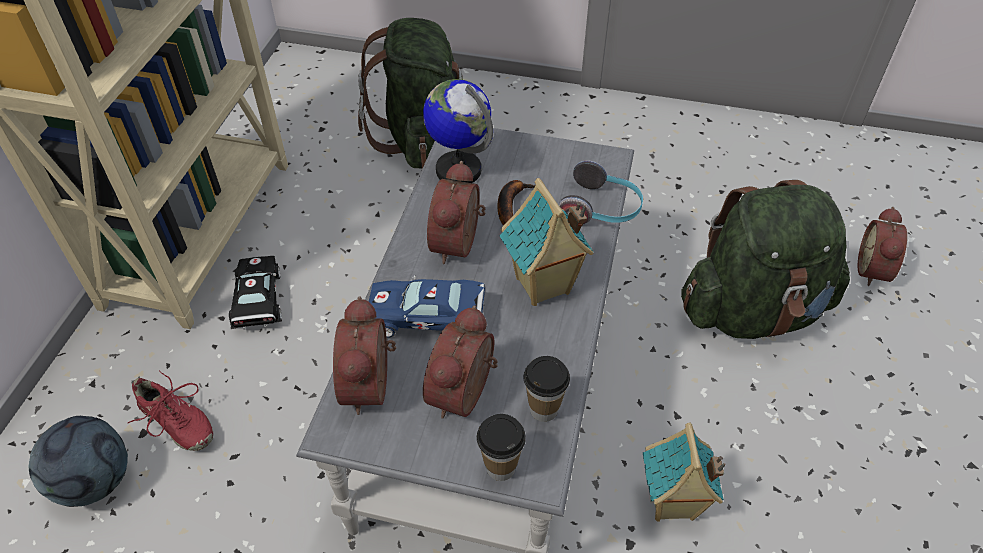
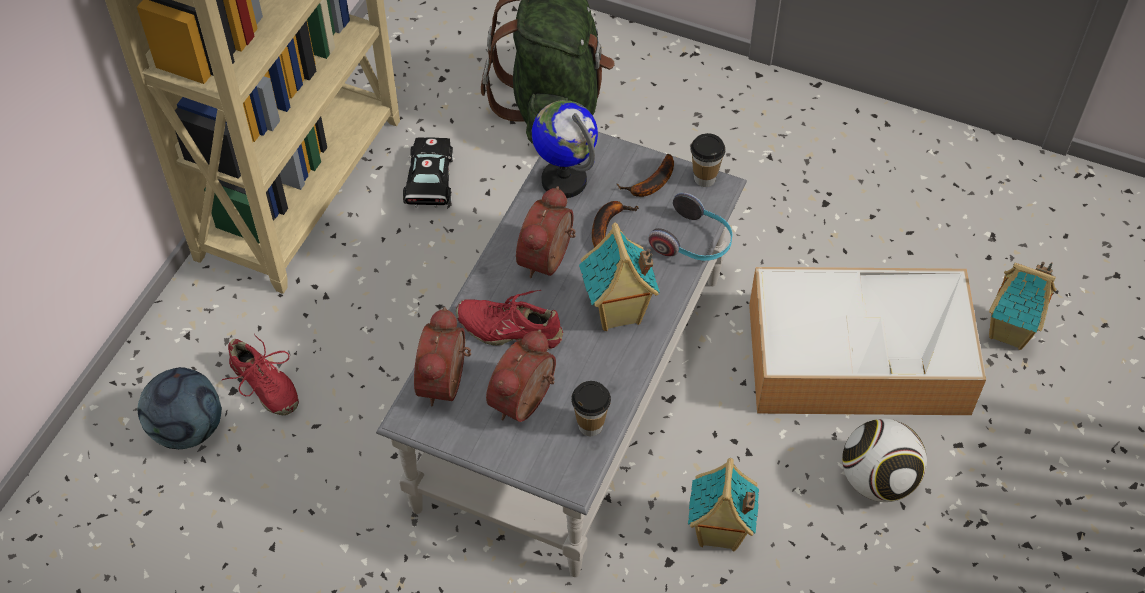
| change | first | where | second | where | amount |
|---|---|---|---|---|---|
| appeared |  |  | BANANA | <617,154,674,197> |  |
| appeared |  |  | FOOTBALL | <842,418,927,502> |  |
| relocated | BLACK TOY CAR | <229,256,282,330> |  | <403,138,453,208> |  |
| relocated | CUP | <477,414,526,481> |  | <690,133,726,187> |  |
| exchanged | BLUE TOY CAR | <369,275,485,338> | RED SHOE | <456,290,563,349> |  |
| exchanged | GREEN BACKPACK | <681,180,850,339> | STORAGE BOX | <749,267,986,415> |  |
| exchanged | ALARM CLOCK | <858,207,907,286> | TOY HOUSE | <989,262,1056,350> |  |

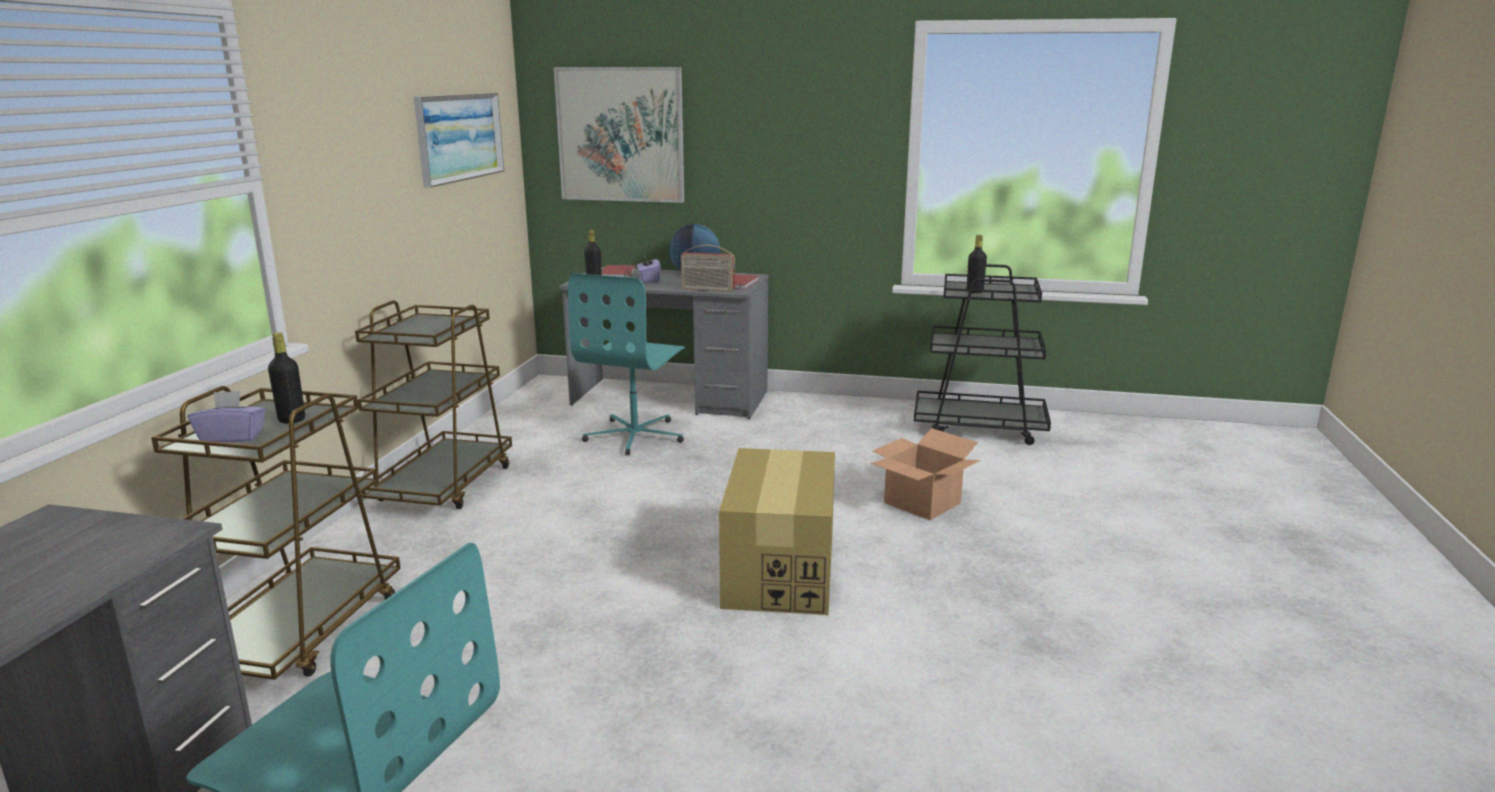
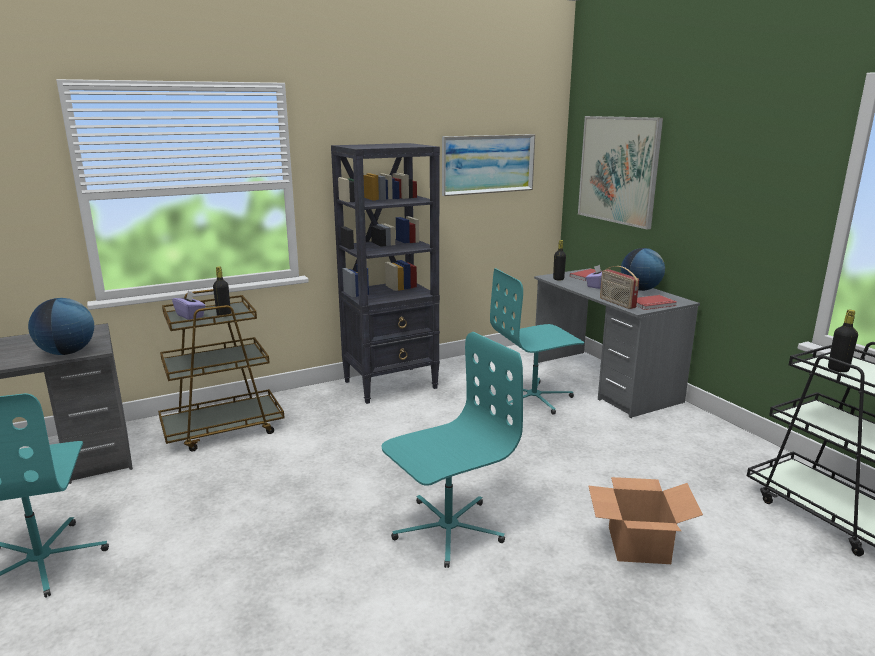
| change | first | where | second | where | amount |
|---|---|---|---|---|---|
| appeared |  |  | GLOBE | <28,298,94,355> |  |
| exchanged | BROWN CART | <355,300,512,509> | BLACK BOOKCASE | <331,143,440,404> |  |
| exchanged | CARDBOARD BOX | <719,448,835,615> | TURQUOISE OFFICE CHAIR | <381,332,523,568> |  |

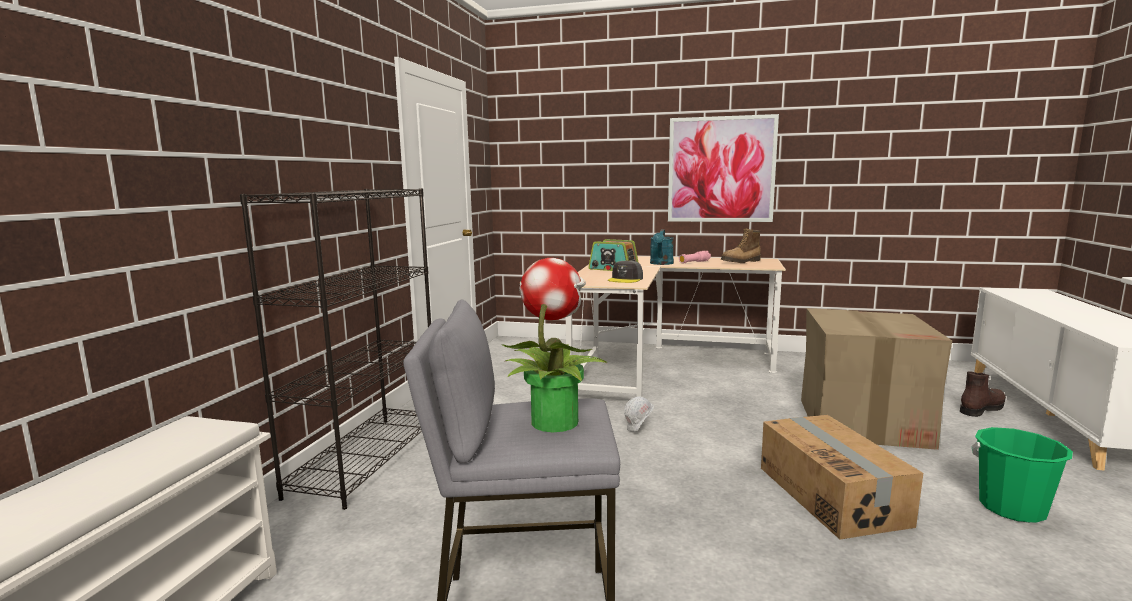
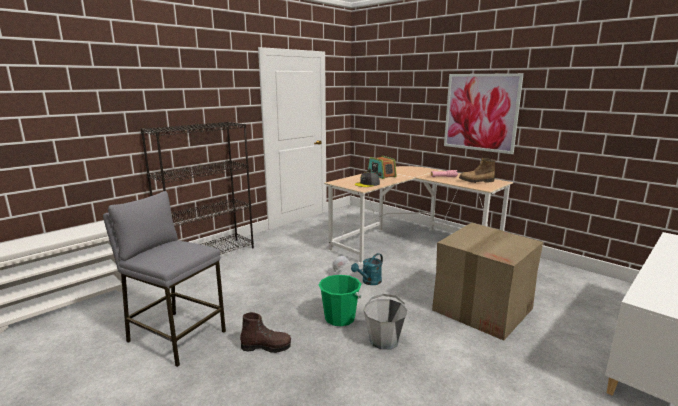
| change | first | where | second | where | amount |
|---|---|---|---|---|---|
| missing | POTTED PLANT | <501,258,607,433> |  |  |  |
| relocated | TURQUOISE WATERING CAN | <650,230,674,265> |  | <351,253,383,285> |  |
| relocated | BROWN BOOT | <960,371,1006,417> |  | <240,312,291,353> |  |
| relocated | GREEN BUCKET | <972,427,1073,523> |  | <319,275,362,327> |  |
| exchanged | CARDBOARD BOX | <761,415,923,540> | GREY BUCKET | <364,294,407,350> |  |

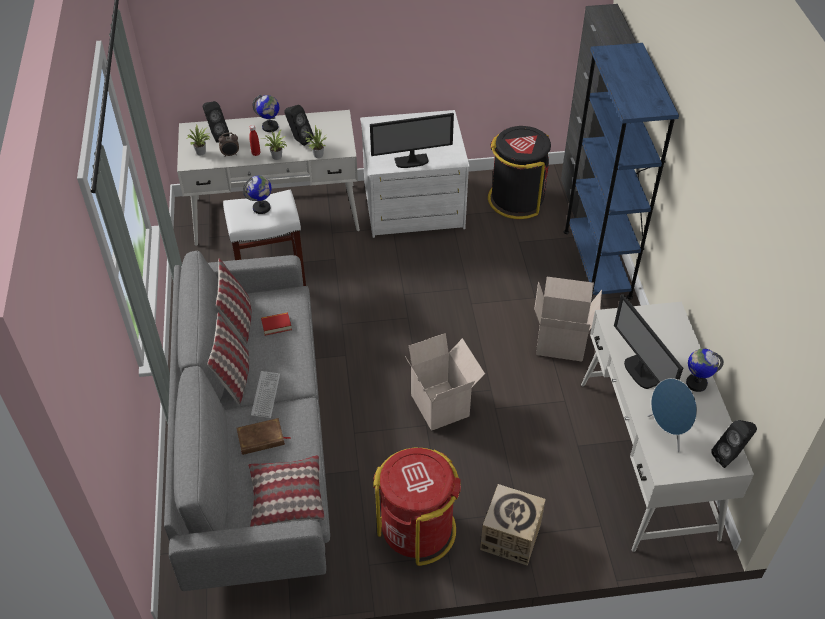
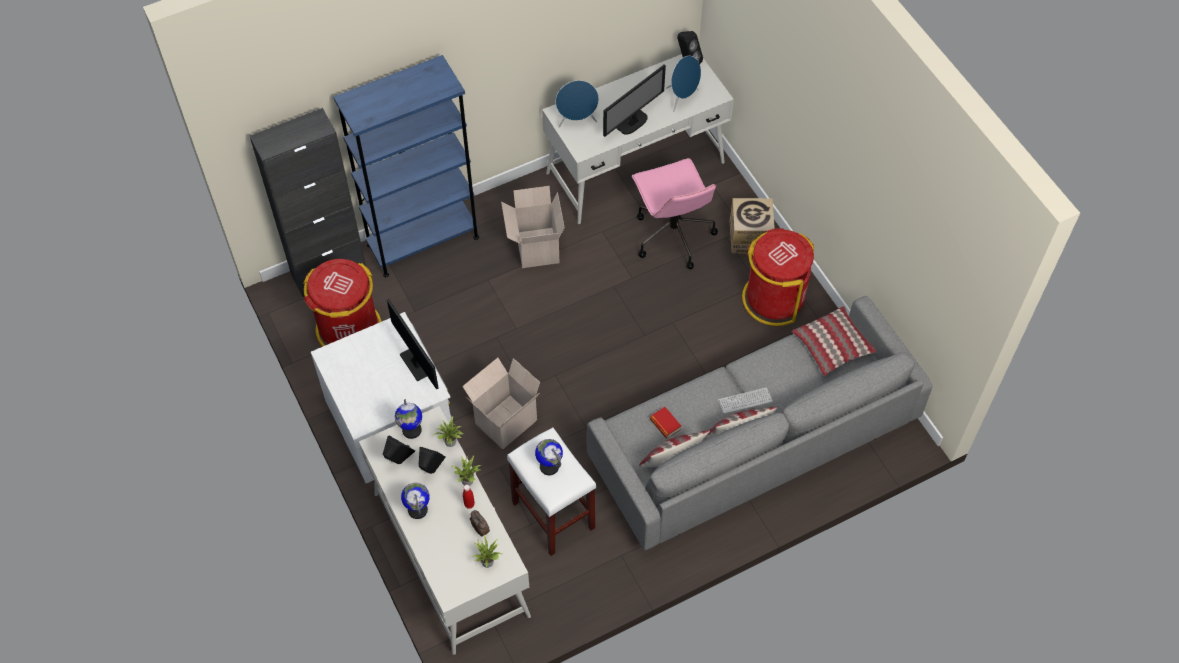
| change | first | where | second | where | amount |
|---|---|---|---|---|---|
| missing | BROWN BOOK | <236,418,291,455> |  |  |  |
| appeared |  |  | BLUE SPEAKER | <556,80,599,128> |  |
| appeared |  |  | PINK OFFICE CHAIR | <632,158,718,269> |  |
| relocated | BLACK SPEAKER | <203,101,230,143> |  | <383,436,415,464> |  |
| relocated | CARDBOARD BOX | <405,333,485,431> |  | <462,358,540,449> |  |
| relocated | GLOBE | <686,348,724,392> |  | <395,399,422,439> |  |
| colour | BLACK TRASH CAN | <488,126,551,219> | RED TRASH CAN | <303,259,381,347> |  |

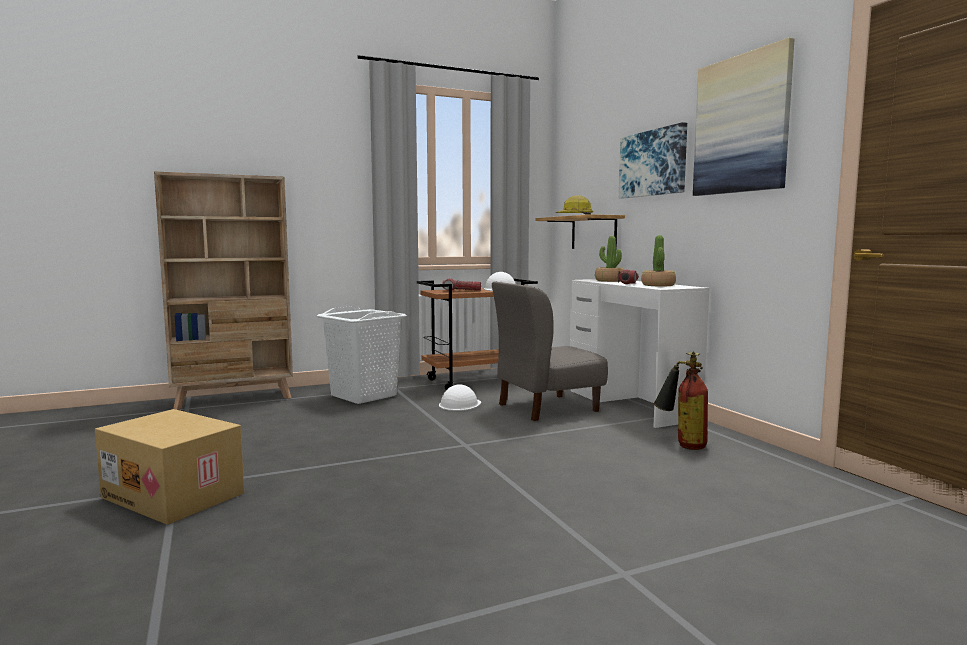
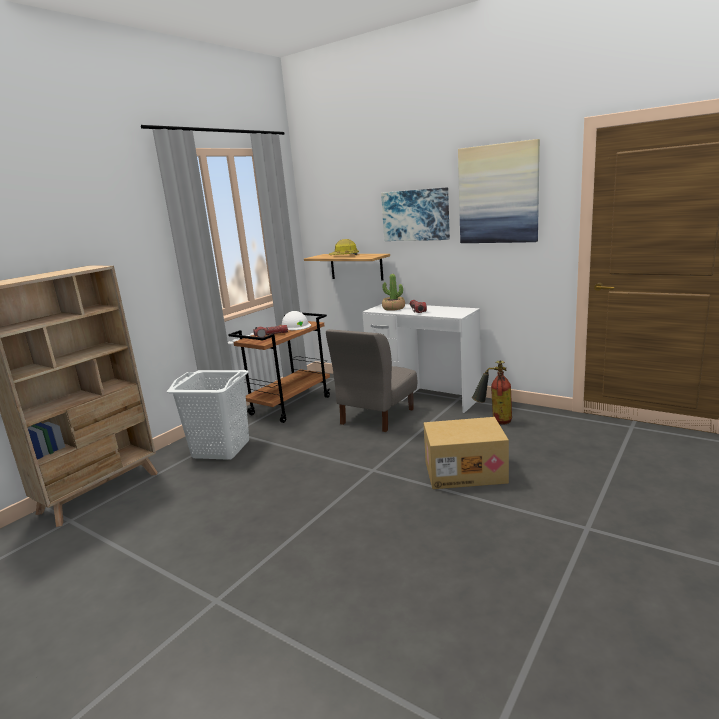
| change | first | where | second | where | amount |
|---|---|---|---|---|---|
| missing | WHITE HARD HAT | <439,384,481,411> |  |  |  |
| missing | POTTED PLANT | <641,235,676,286> |  |  |  |
| relocated | CARDBOARD BOX | <95,409,244,525> |  | <424,417,509,489> |  |

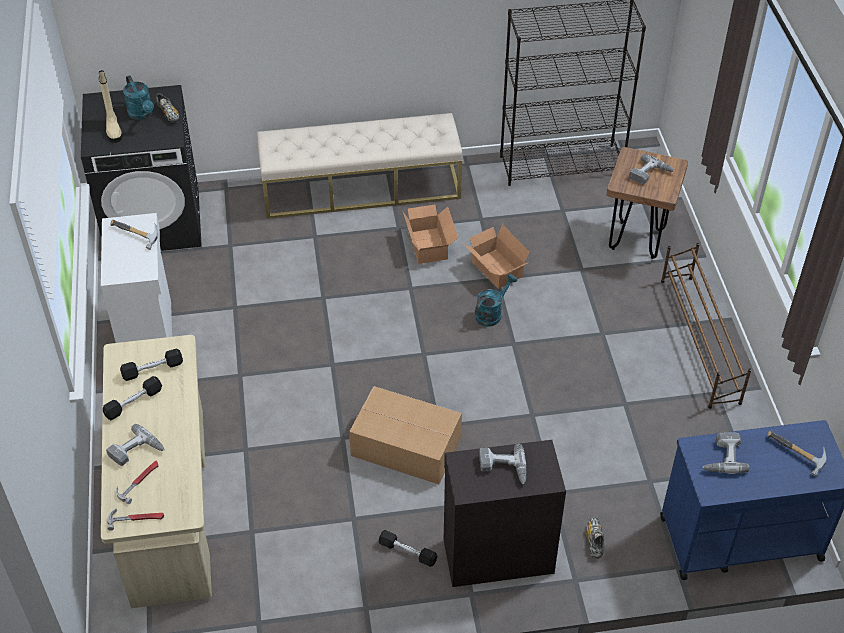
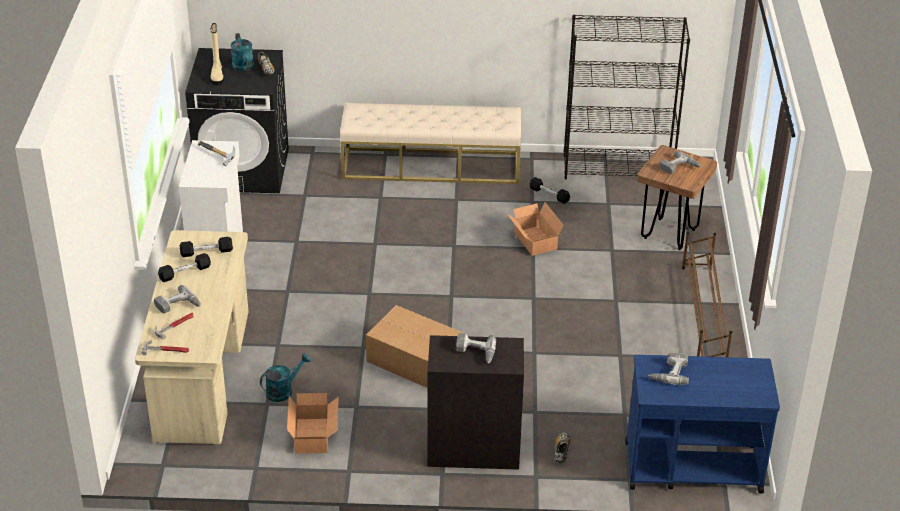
| change | first | where | second | where | amount |
|---|---|---|---|---|---|
| missing | HAMMER | <767,431,827,476> |  |  |  |
| relocated | BLACK DUMBBELL | <379,530,437,567> |  | <530,177,570,204> |  |
| relocated | CARDBOARD BOX | <403,205,458,264> |  | <287,393,339,454> |  |
| relocated | TURQUOISE WATERING CAN | <475,274,517,327> |  | <260,353,311,402> |  |

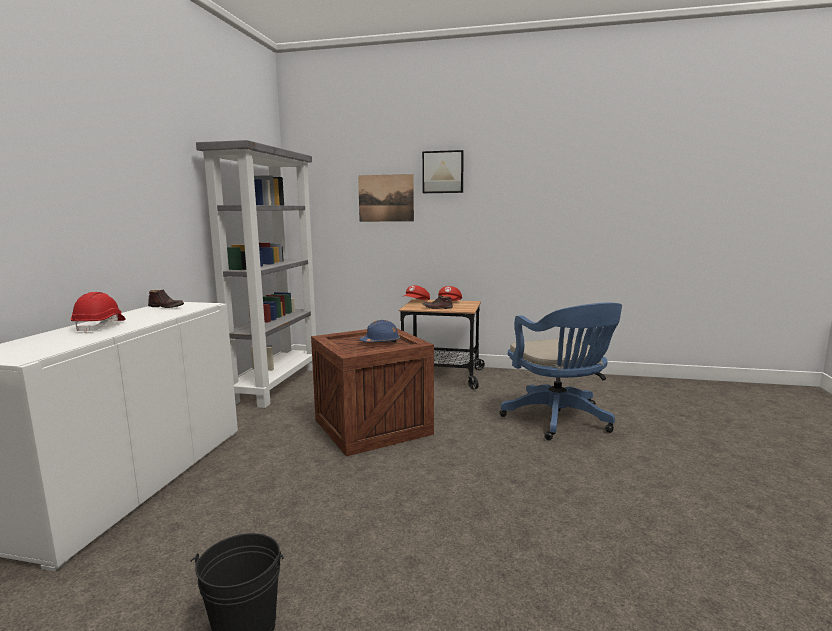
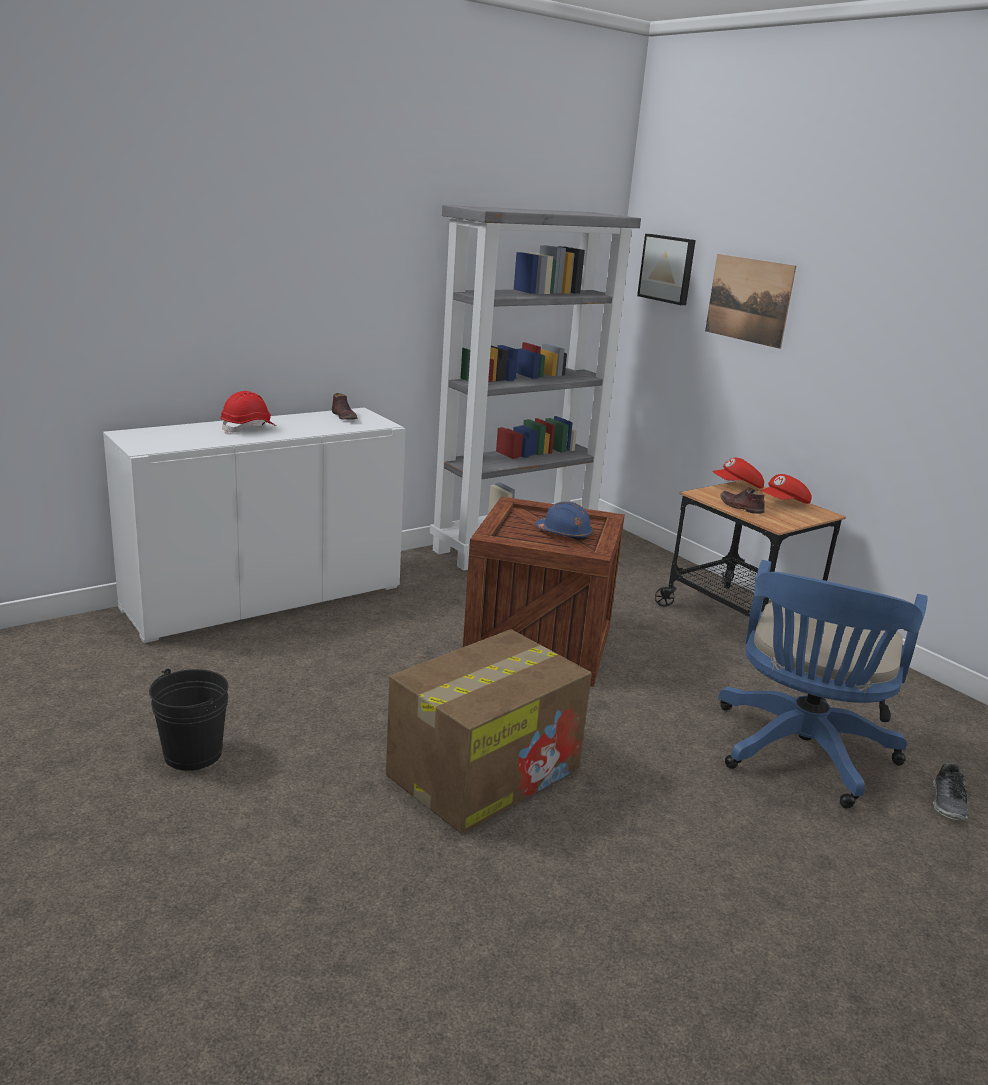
| change | first | where | second | where | amount |
|---|---|---|---|---|---|
| appeared |  |  | CARDBOARD BOX | <386,629,592,834> |  |
| appeared |  |  | SHOE | <933,763,969,820> |  |
| relocated | PICTURE | <422,150,464,193> |  | <637,234,696,305> |  |

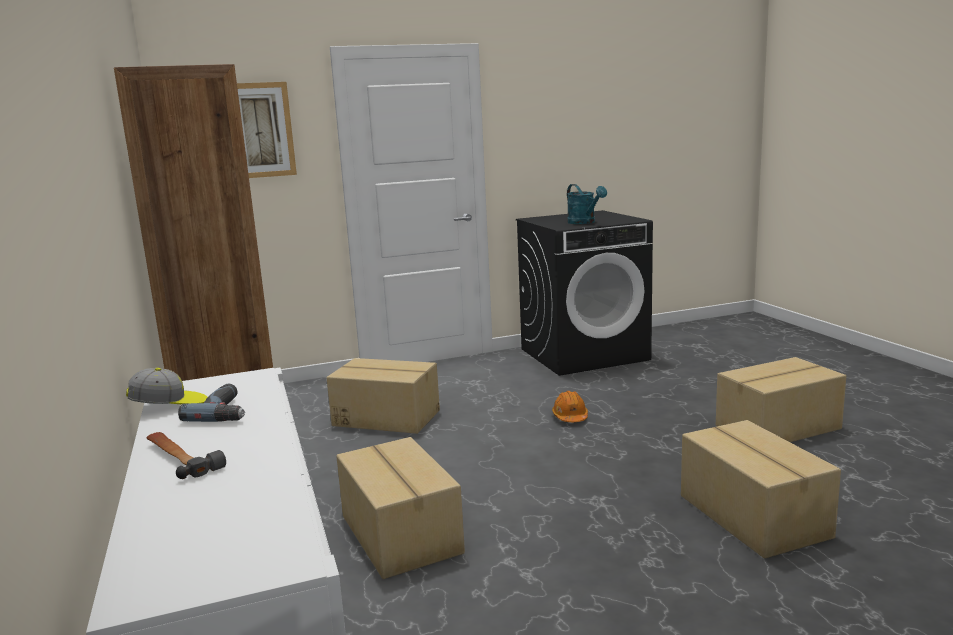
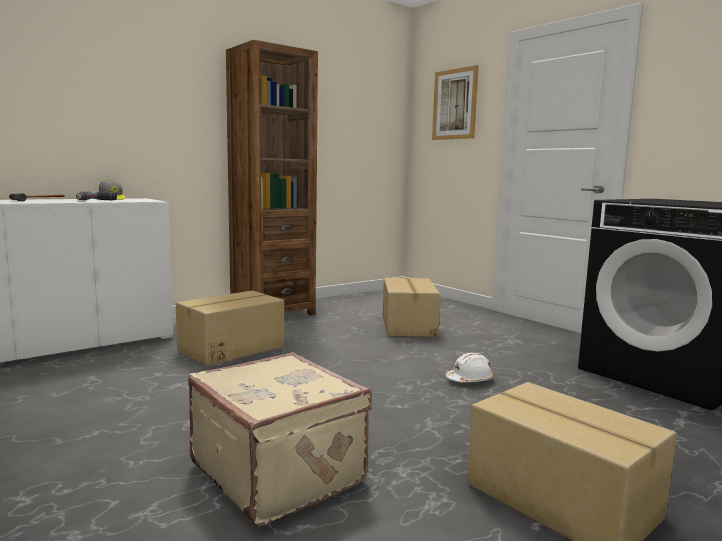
| change | first | where | second | where | amount |
|---|---|---|---|---|---|
| missing | TURQUOISE WATERING CAN | <567,184,607,224> |  |  |  |
| exchanged | CARDBOARD BOX | <681,420,841,559> | BEIGE SUITCASE | <188,352,372,527> |  |
| colour | ORANGE HARD HAT | <552,391,588,422> | WHITE HARD HAT | <446,352,494,382> |  |

